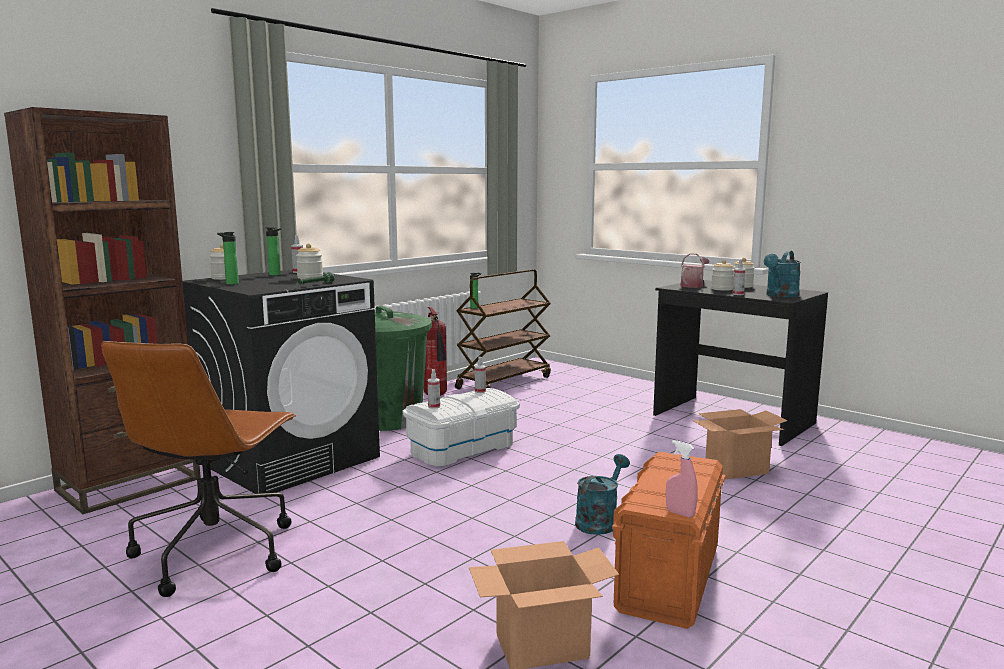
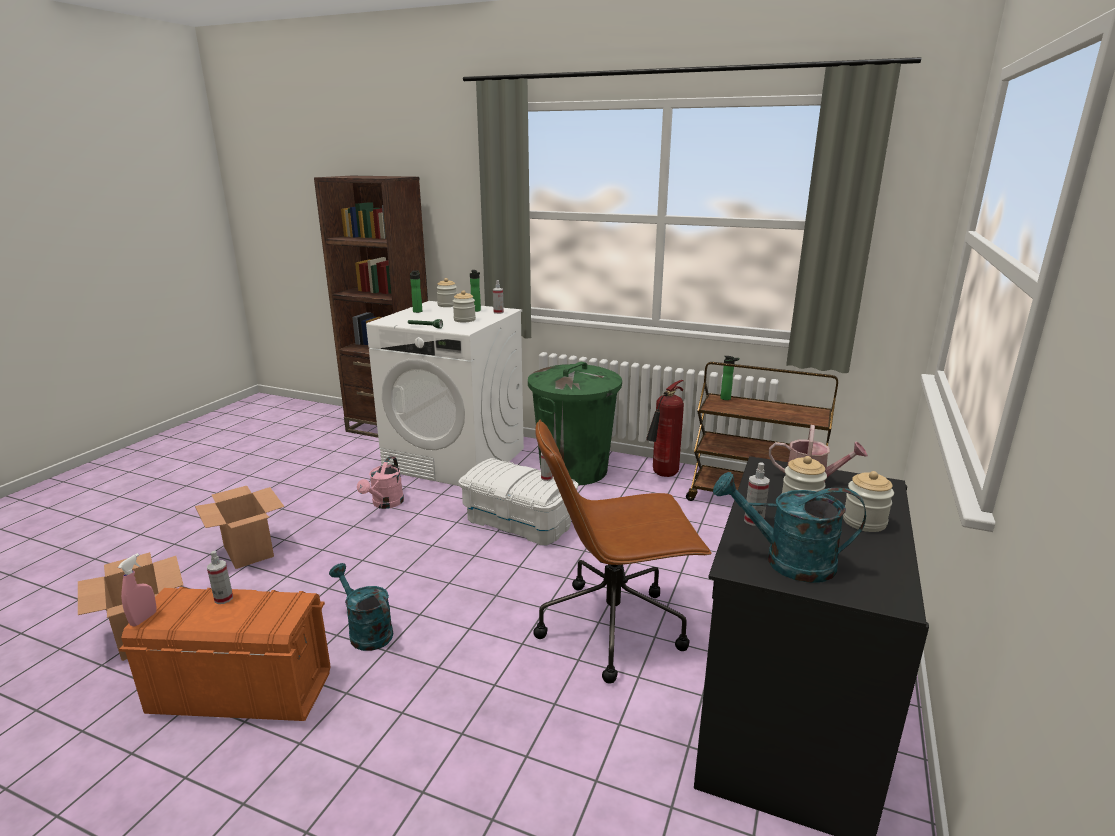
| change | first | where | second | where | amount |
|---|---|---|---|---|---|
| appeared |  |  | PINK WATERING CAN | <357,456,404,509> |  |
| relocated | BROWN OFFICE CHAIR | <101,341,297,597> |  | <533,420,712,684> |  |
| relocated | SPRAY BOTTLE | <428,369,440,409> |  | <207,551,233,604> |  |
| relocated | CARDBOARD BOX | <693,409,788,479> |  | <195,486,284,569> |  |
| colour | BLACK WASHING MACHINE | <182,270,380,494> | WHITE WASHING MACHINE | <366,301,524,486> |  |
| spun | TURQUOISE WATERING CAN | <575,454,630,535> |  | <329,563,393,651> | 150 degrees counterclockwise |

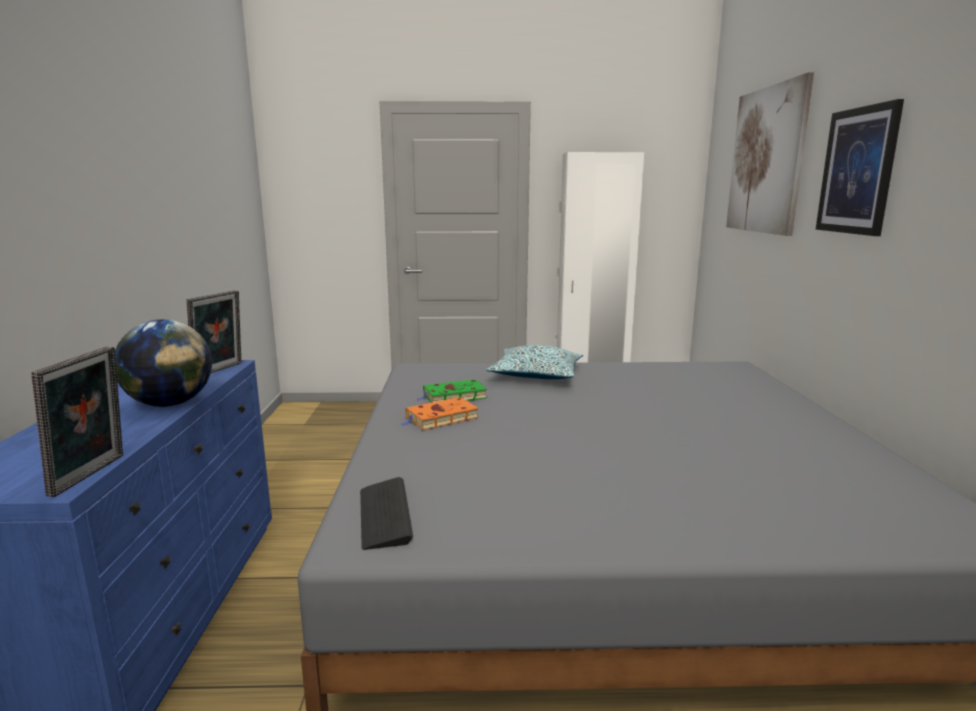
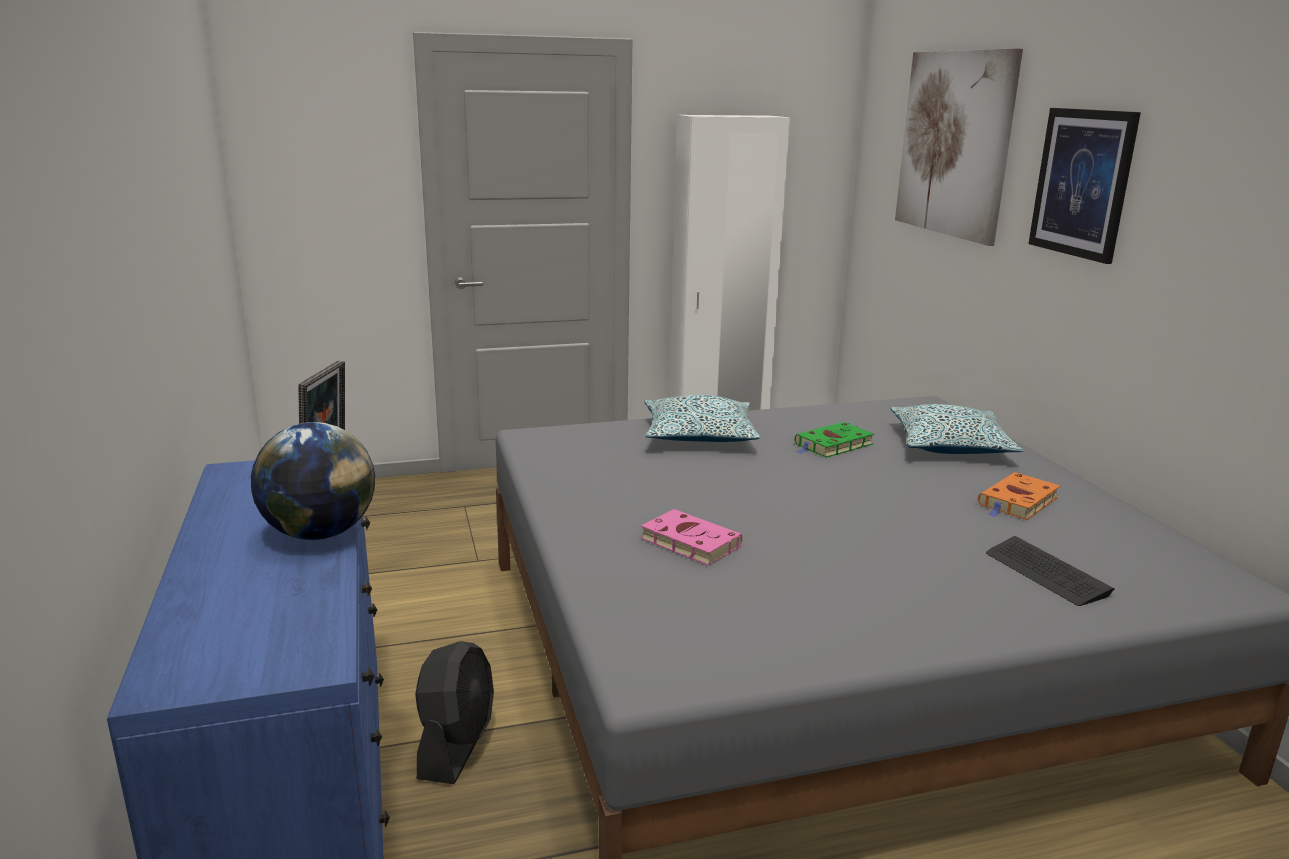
| change | first | where | second | where | amount |
|---|---|---|---|---|---|
| missing | PICTURE FRAME | <31,346,123,497> |  |  |  |
| appeared |  |  | BLACK FAN | <415,641,494,784> |  |
| appeared |  |  | PINK BOOK | <641,509,743,566> |  |
| appeared |  |  | PILLOW | <891,404,1024,454> |  |
| relocated | KEYBOARD | <360,477,413,550> |  | <986,536,1115,606> |  |
| relocated | ORANGE BOOK | <400,397,479,430> |  | <978,472,1061,520> |  |
| relocated | GREEN BOOK | <416,379,487,403> |  | <795,422,874,458> |  |

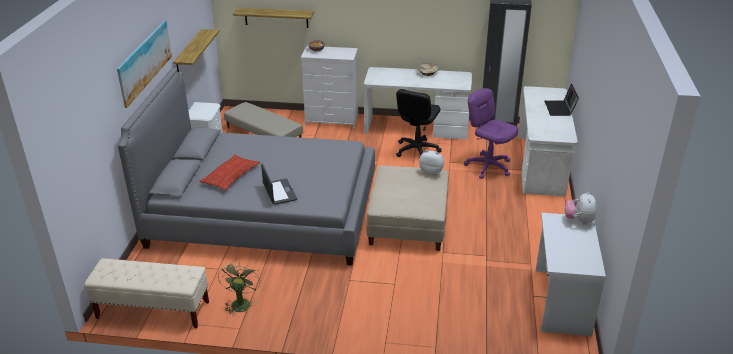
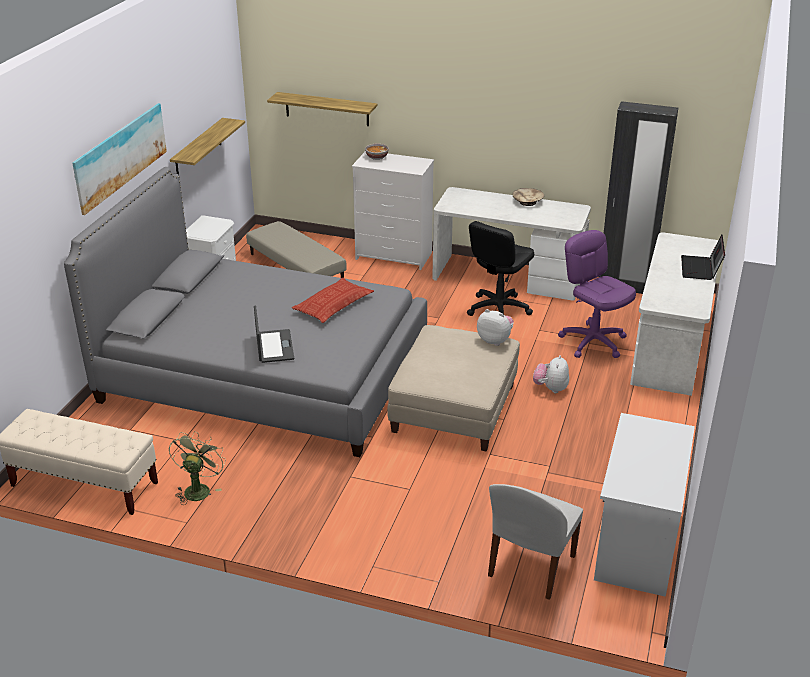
| change | first | where | second | where | amount |
|---|---|---|---|---|---|
| appeared |  |  | WHITE CHAIR | <488,484,583,600> |  |
| relocated | PILLOW | <199,154,260,191> |  | <292,278,374,323> |  |
| relocated | PLUSH TOY | <565,192,597,225> |  | <533,355,569,393> |  |

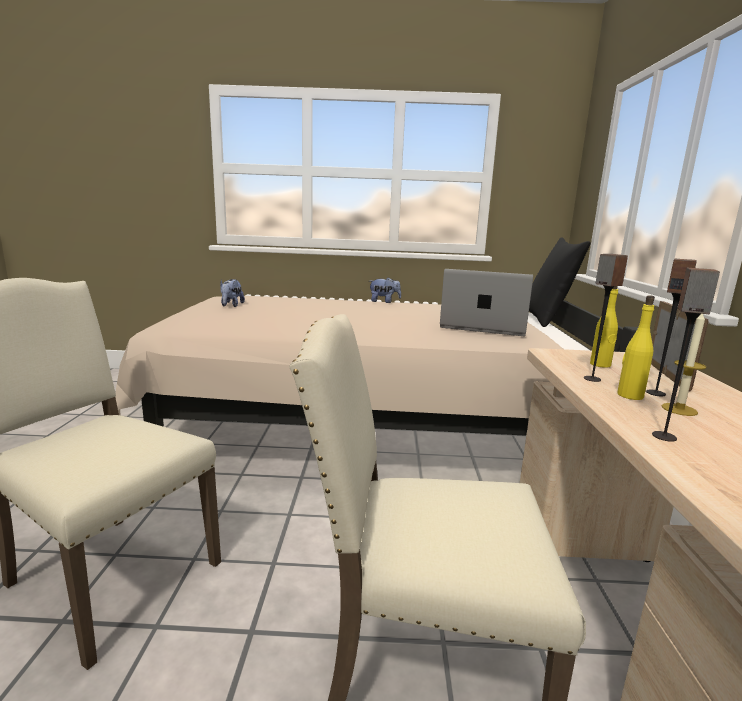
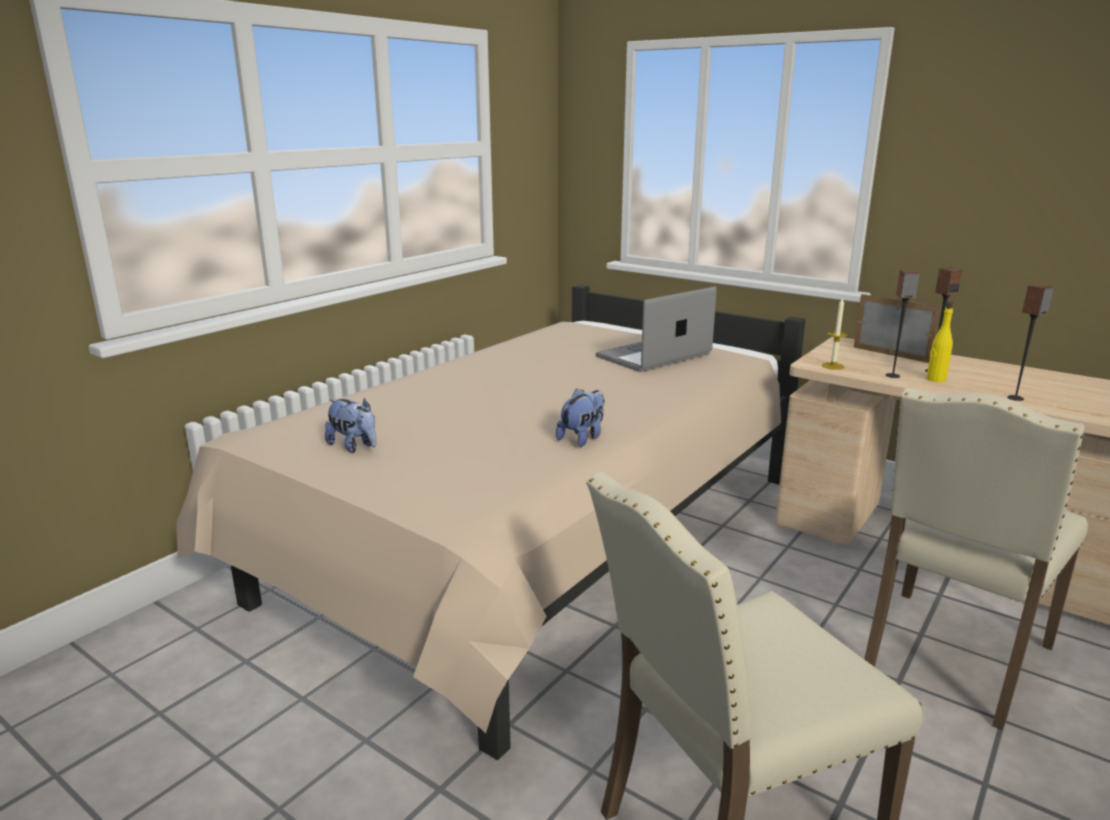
| change | first | where | second | where | amount |
|---|---|---|---|---|---|
| missing | BLACK PILLOW | <529,238,591,327> |  |  |  |
| missing | YELLOW BOTTLE | <590,286,618,368> |  |  |  |
| relocated | PLUSH TOY | <370,277,401,303> |  | <556,389,605,447> |  |
| relocated | CANDLE | <662,314,706,416> |  | <822,297,847,370> |  |

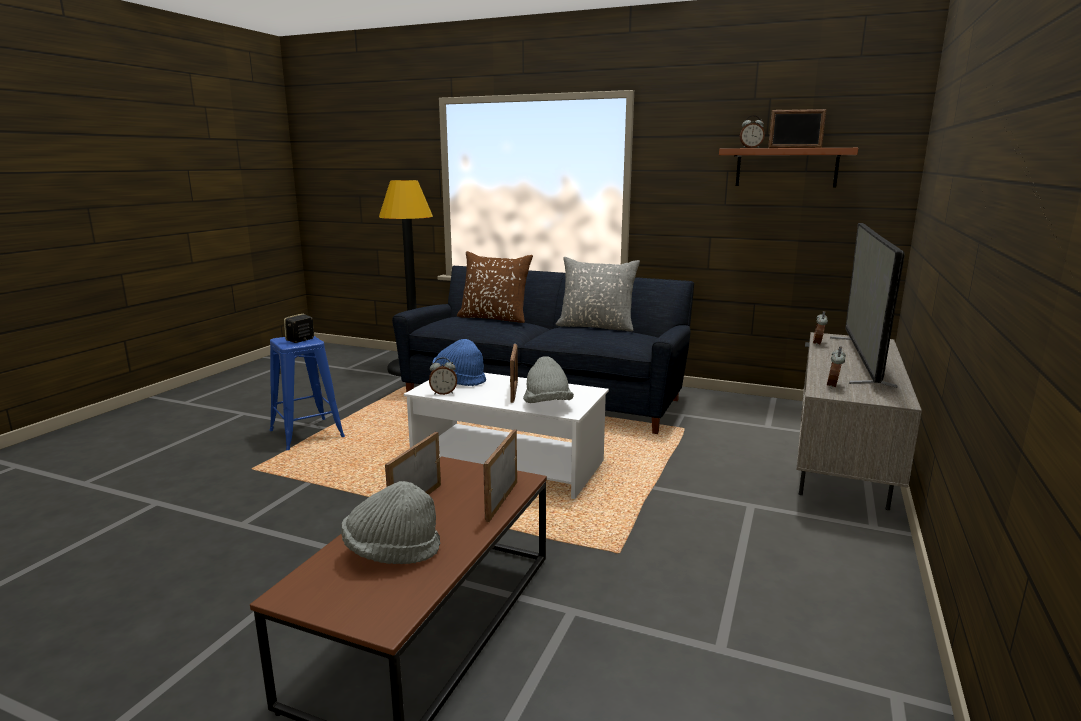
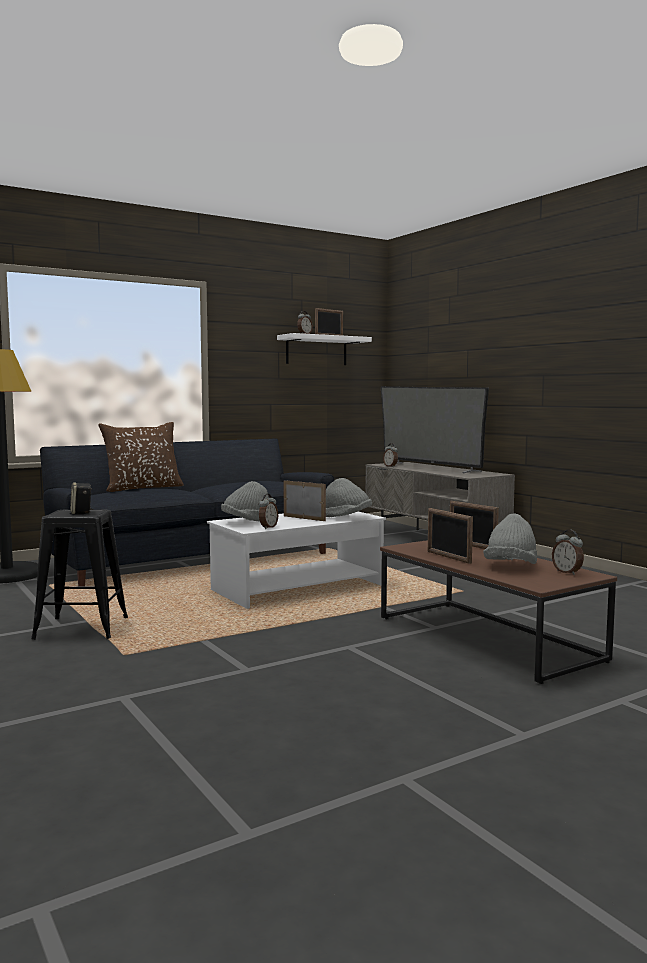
| change | first | where | second | where | amount |
|---|---|---|---|---|---|
| missing | GREY PILLOW | <556,257,640,331> |  |  |  |
| relocated | ALARM CLOCK | <827,346,846,389> |  | <552,530,584,575> |  |
| colour | BLUE STOOL | <269,336,345,450> | BLACK STOOL | <31,510,128,640> |  |
| colour | BLUE HAT | <432,339,486,386> | GREY HAT | <221,481,269,522> |  |
| colour | BROWN SHELF | <719,148,858,187> | WHITE SHELF | <277,333,372,365> |  |

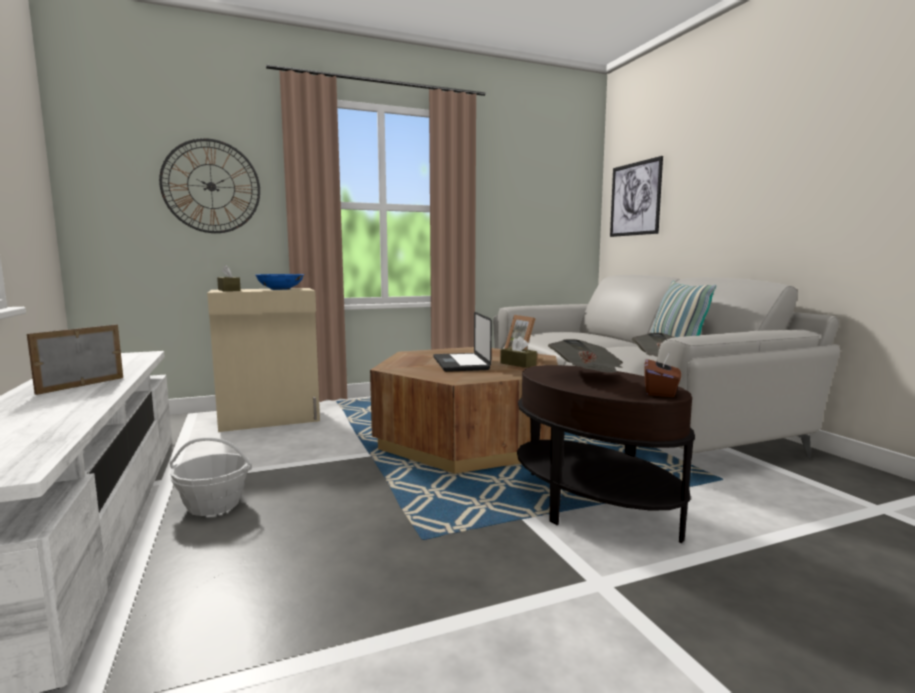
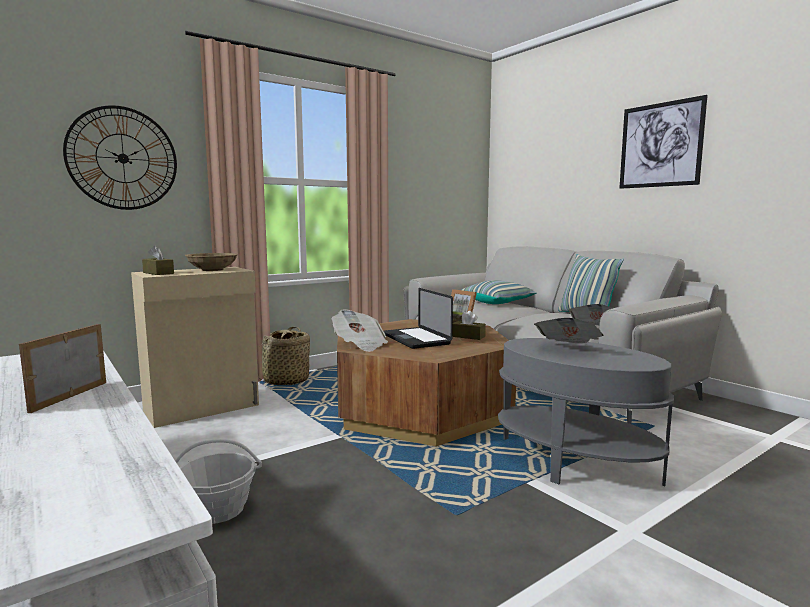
| change | first | where | second | where | amount |
|---|---|---|---|---|---|
| missing | BROWN TISSUE BOX | <645,353,681,397> |  |  |  |
| appeared |  |  | BASKET | <258,327,310,385> |  |
| appeared |  |  | NEWSPAPER | <332,309,388,352> |  |
| appeared |  |  | PILLOW | <462,280,537,304> |  |
| relocated | PICTURE | <610,156,663,237> |  | <620,95,708,189> |  |
| colour | BLUE BOWL | <256,274,304,290> | BEIGE BOWL | <185,253,238,271> |  |
| colour | BROWN SIDE TABLE | <517,365,695,543> | GREY SIDE TABLE | <498,338,674,486> |  |

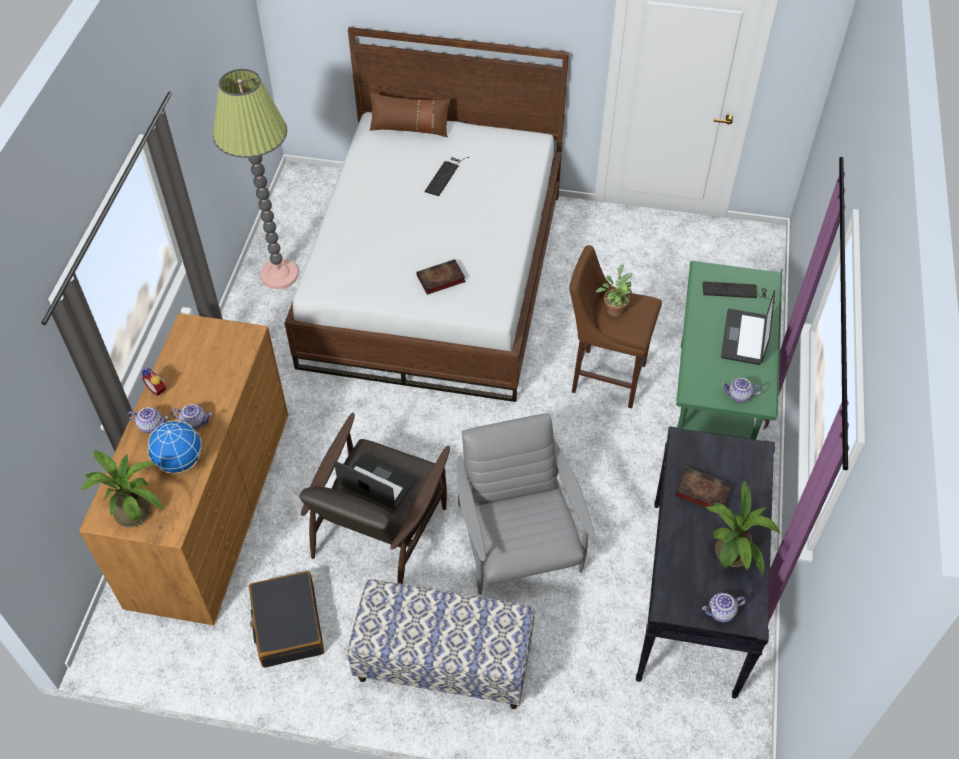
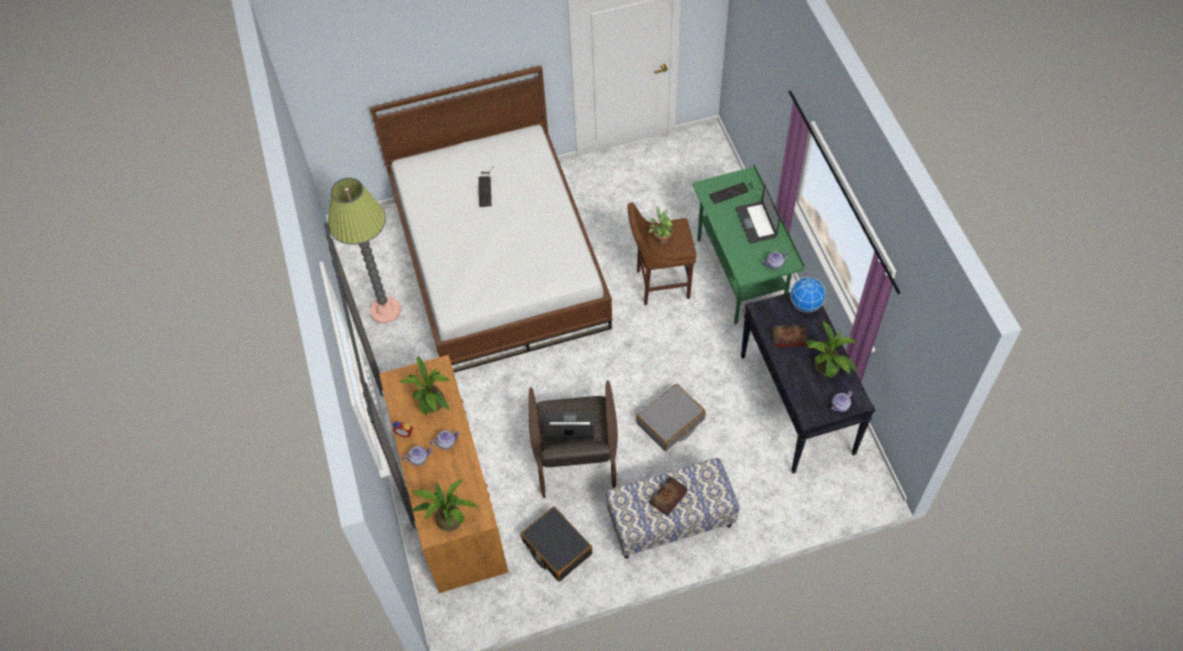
| change | first | where | second | where | amount |
|---|---|---|---|---|---|
| missing | BROWN PILLOW | <370,93,450,137> |  |  |  |
| appeared |  |  | POTTED PLANT | <399,356,451,415> |  |
| relocated | GLOBE | <148,421,201,473> |  | <790,277,826,312> |  |
| relocated | BOOK | <416,259,466,295> |  | <649,476,688,516> |  |
| exchanged | GREY ARMCHAIR | <458,413,595,595> | GREY SUITCASE | <637,384,706,451> |  |

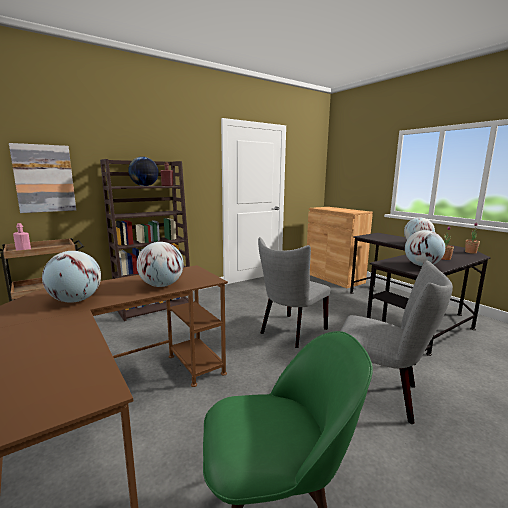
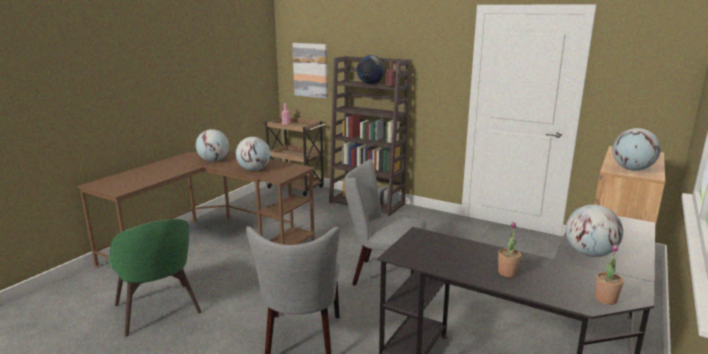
| change | first | where | second | where | amount |
|---|---|---|---|---|---|
| relocated | GLOBE | <405,230,445,266> |  | <612,128,661,171> |  |

